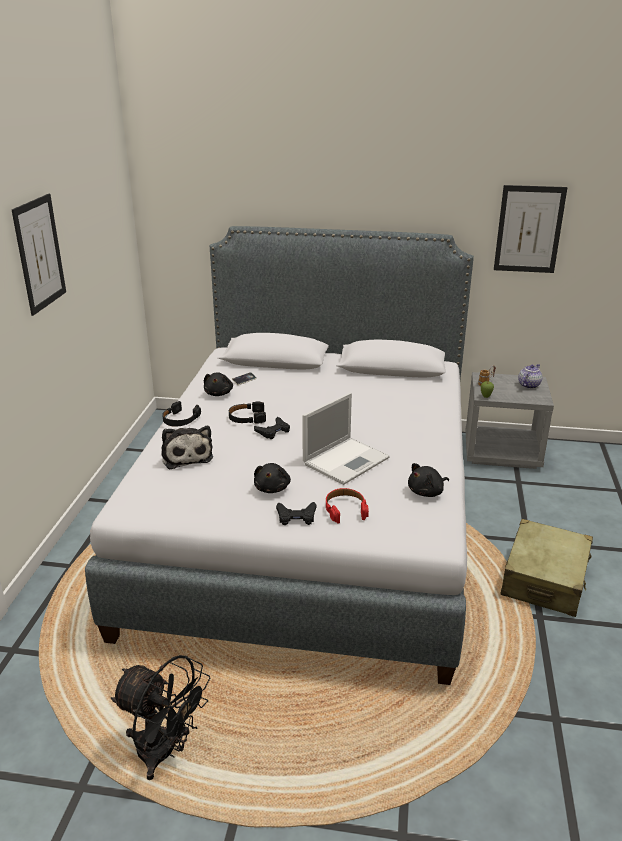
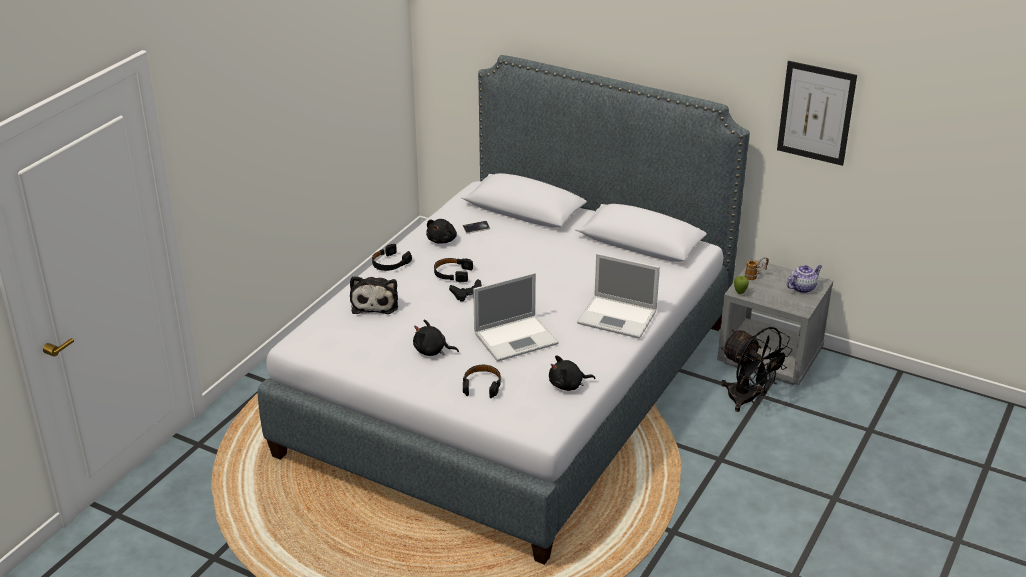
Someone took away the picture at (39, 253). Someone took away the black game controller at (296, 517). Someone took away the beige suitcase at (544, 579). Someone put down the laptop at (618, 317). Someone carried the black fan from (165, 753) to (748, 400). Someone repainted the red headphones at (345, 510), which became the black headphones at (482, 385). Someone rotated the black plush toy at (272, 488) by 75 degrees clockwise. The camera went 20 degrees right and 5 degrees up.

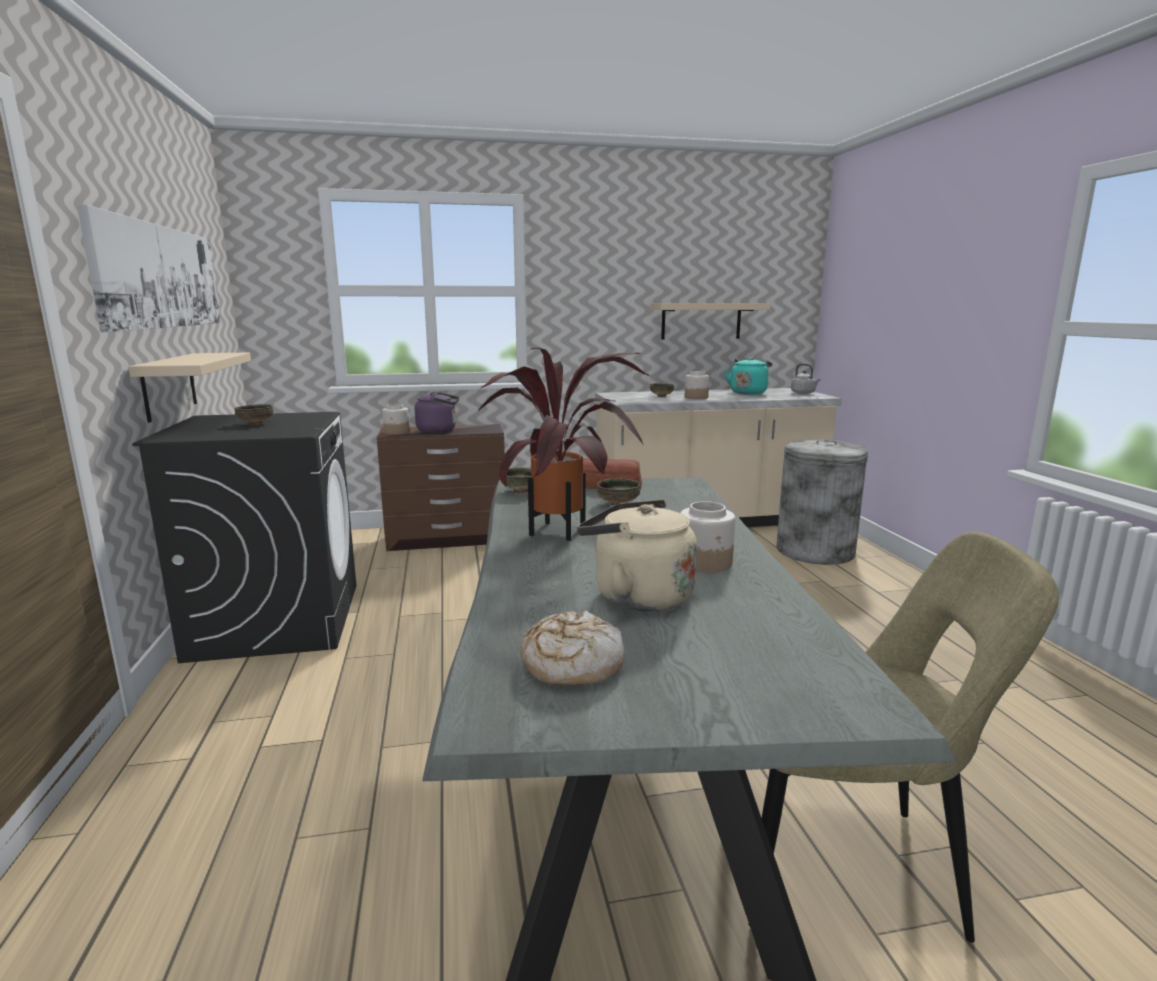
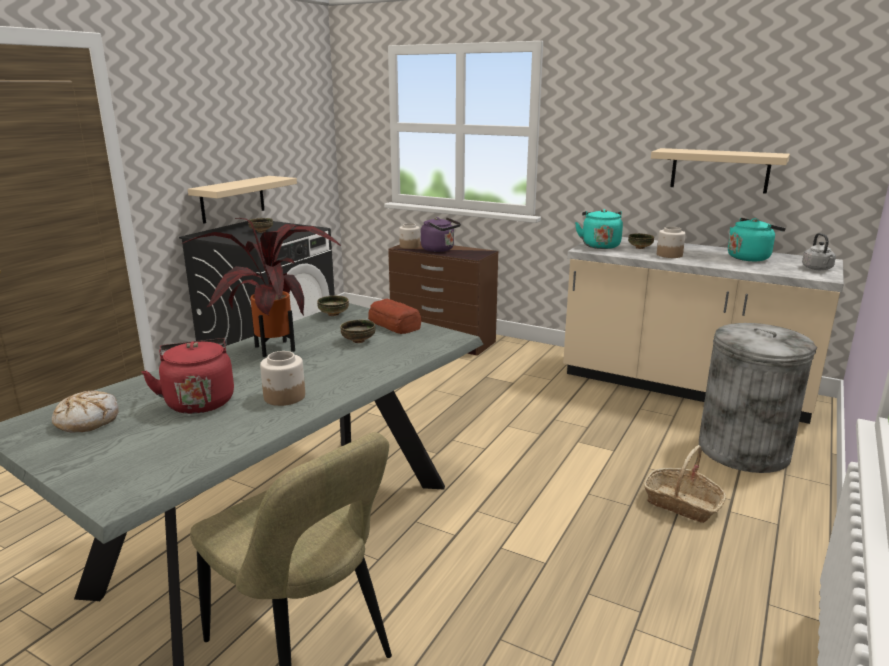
Someone took away the picture at (160, 276). Someone put down the turquoise kettle at (599, 245). Someone put down the basket at (682, 504). Someone repainted the beige kettle at (637, 596), which became the red kettle at (199, 401). The camera went 40 degrees right and 5 degrees up.

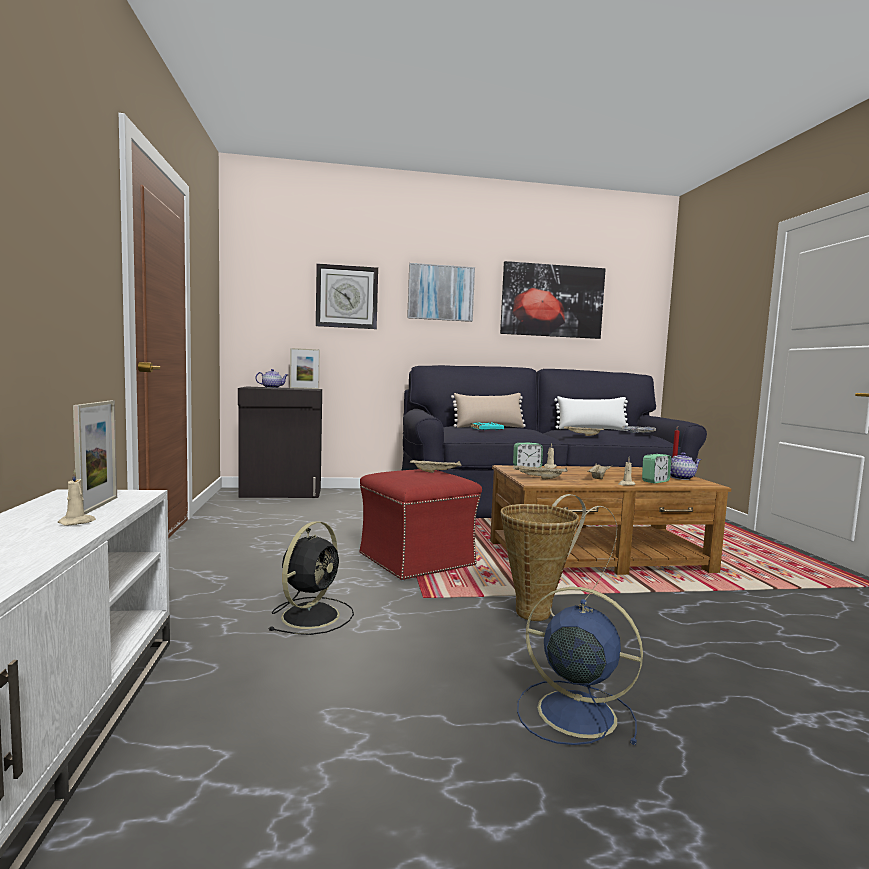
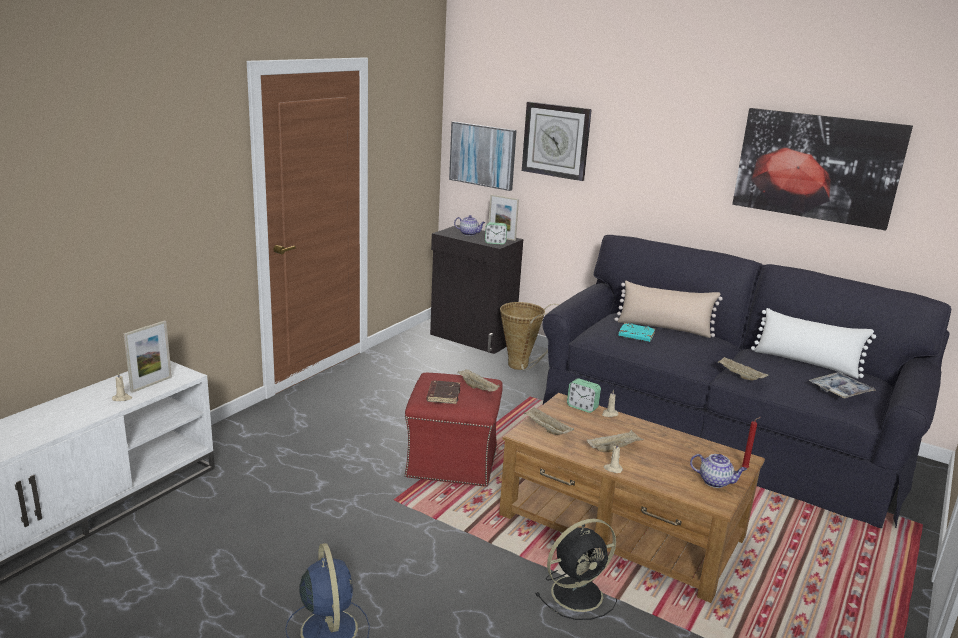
Someone put down the brown book at (443, 395). Someone carried the black fan from (312, 615) to (579, 593). Someone carried the picture from (440, 293) to (482, 155). Someone carried the basket from (541, 613) to (523, 367). Someone carried the alarm clock from (655, 481) to (495, 242). The camera went 40 degrees right and 15 degrees up.

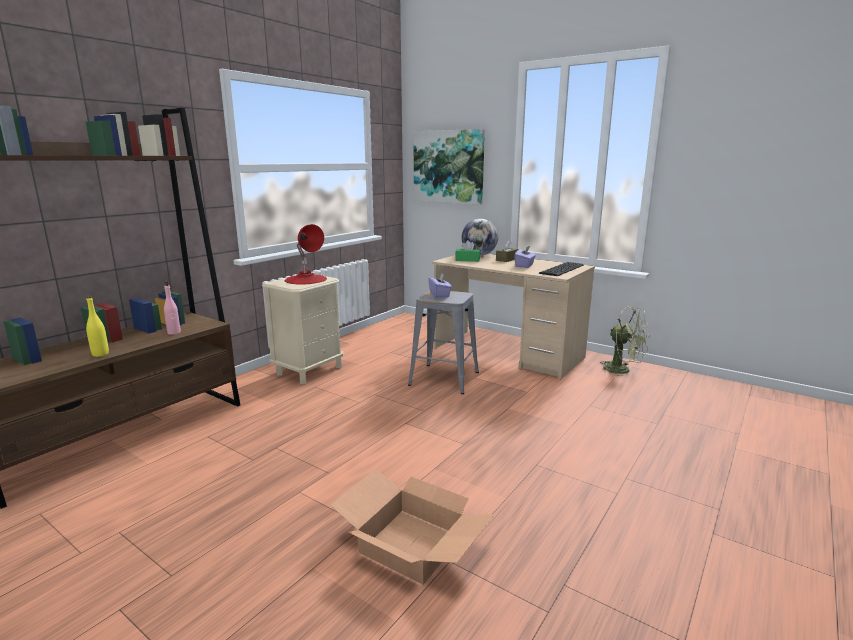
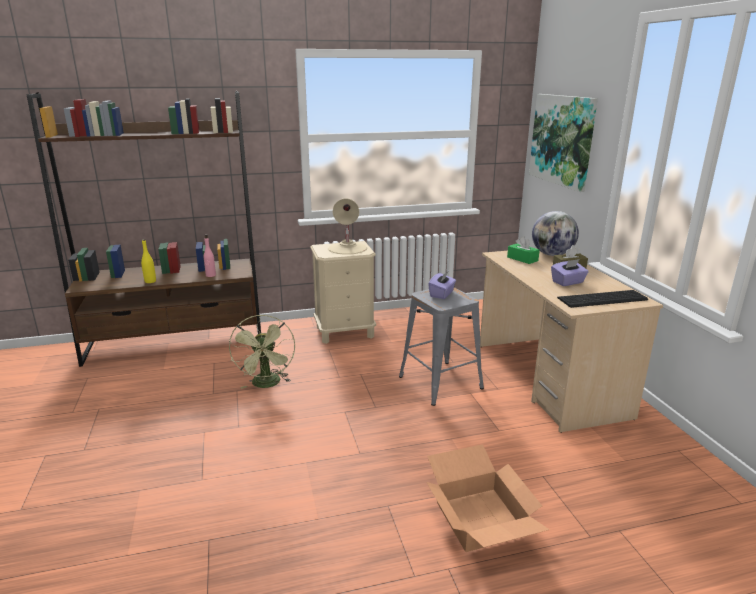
Someone carried the cardboard box from (413, 544) to (482, 519). Someone carried the green fan from (622, 370) to (267, 384). Someone repainted the red table lamp at (306, 279), which became the beige table lamp at (347, 248). The camera went 40 degrees right and 5 degrees up.

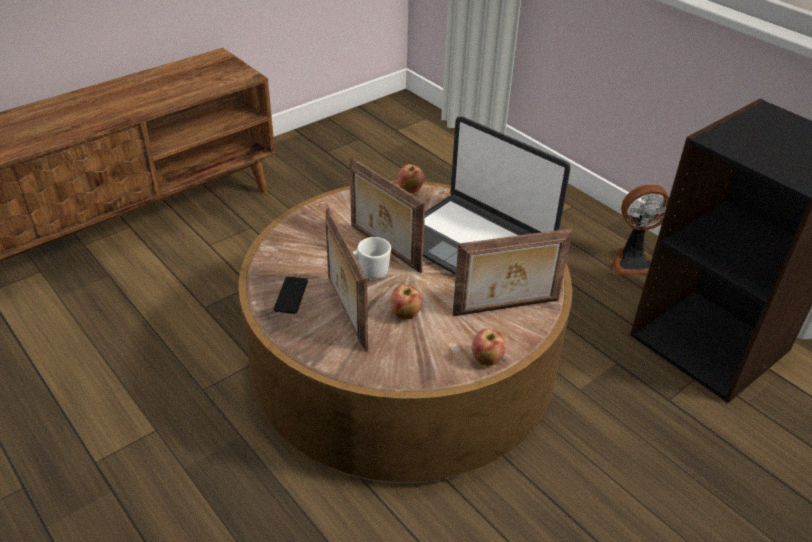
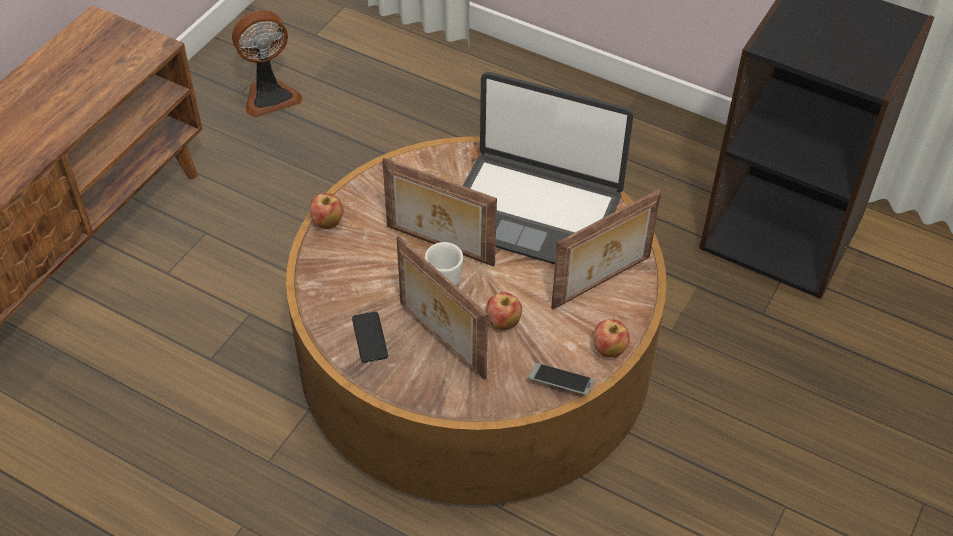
Someone put down the phone at (561, 383). Someone carried the apple from (410, 190) to (327, 223). Someone carried the fan from (633, 261) to (270, 96). The camera went 20 degrees left and 10 degrees up.

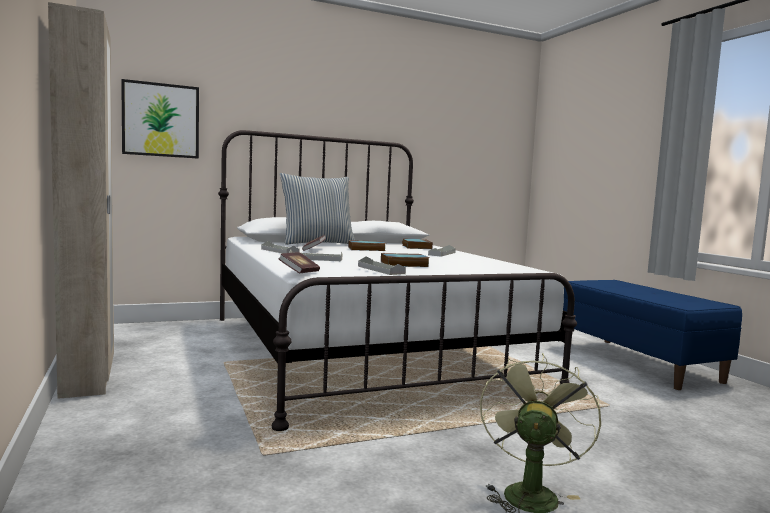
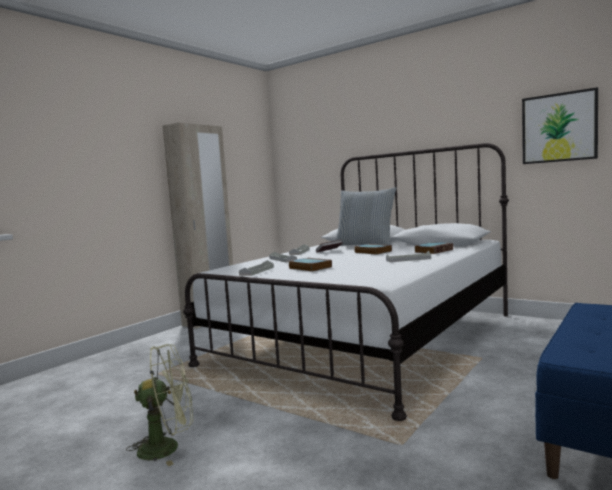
Someone took away the book at (299, 272). Someone carried the picture from (161, 120) to (559, 127). The camera went 60 degrees right and 0 degrees up.

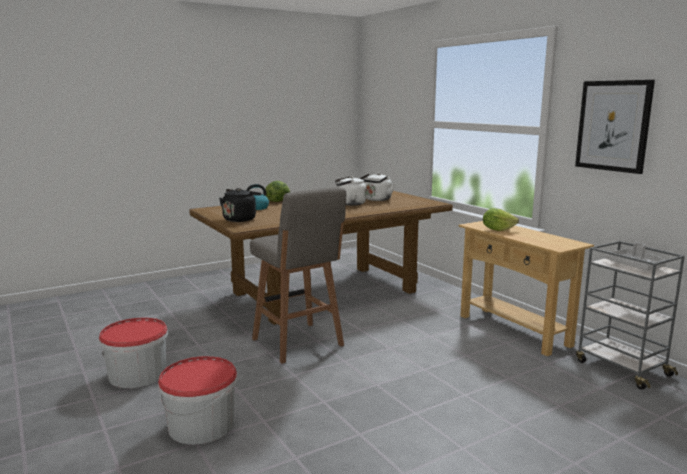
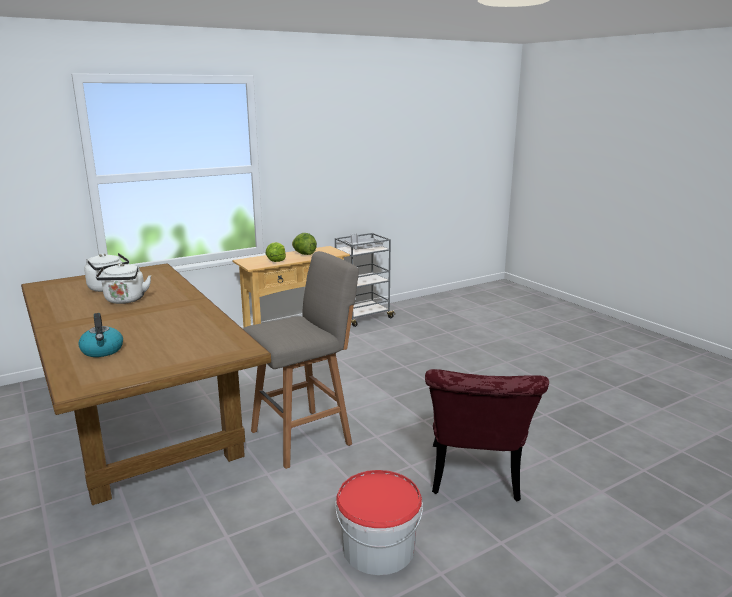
Someone took away the black kettle at (240, 219). Someone took away the picture at (613, 126). Someone carried the lettuce from (278, 201) to (304, 254). Someone swapped the bucket at (201, 424) for the red chair at (475, 479). The camera went 90 degrees left and 5 degrees up.

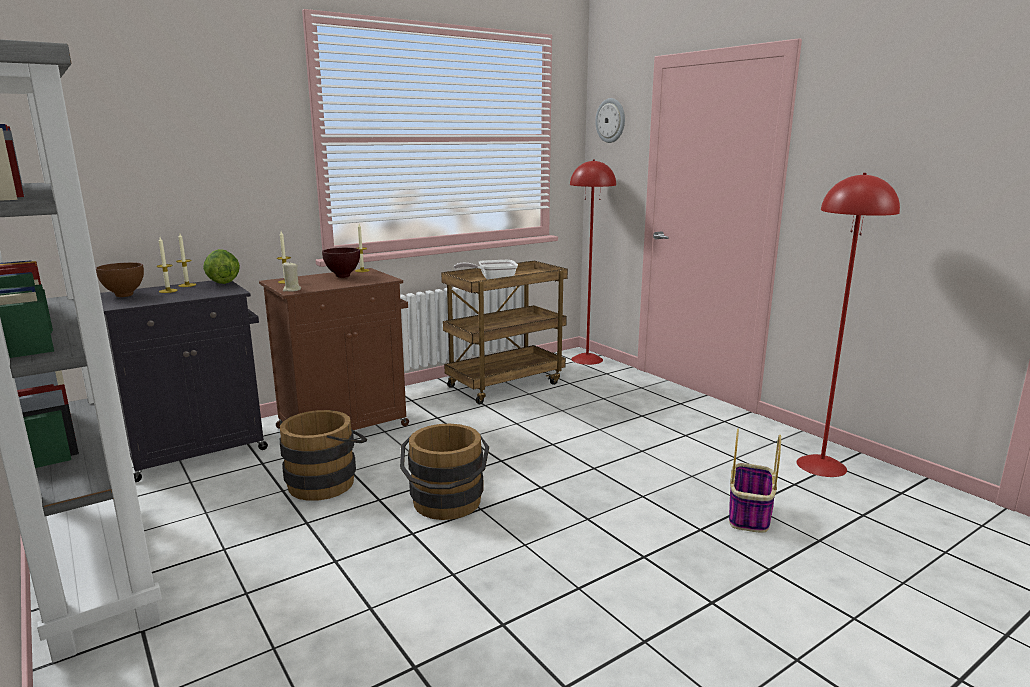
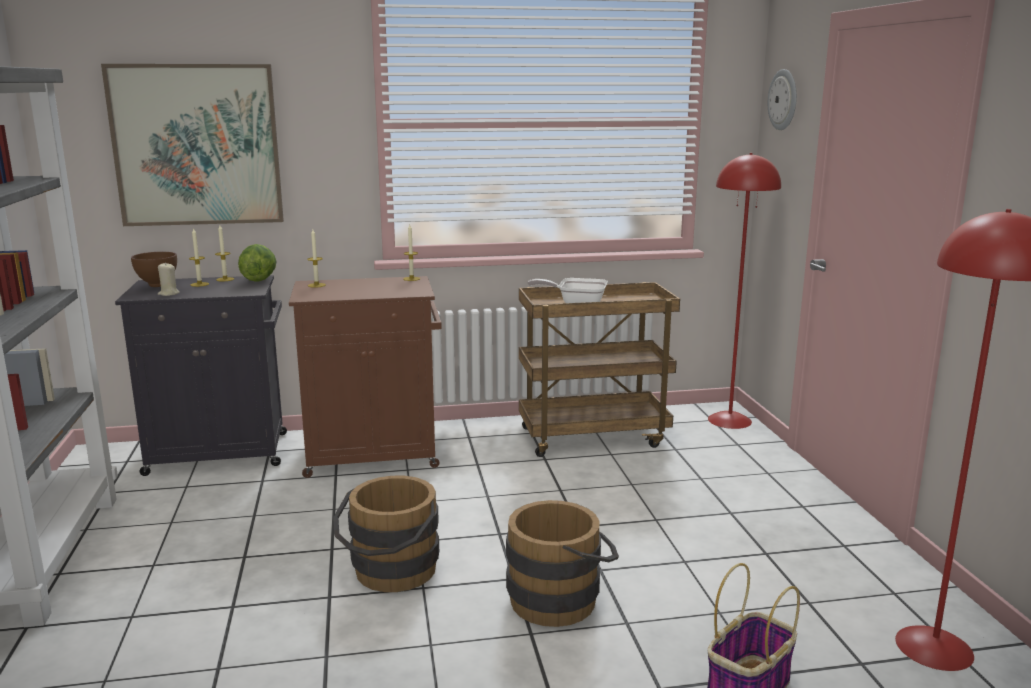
Someone took away the brown bowl at (342, 276). Someone put up the picture at (197, 145). Someone carried the brown bucket from (327, 481) to (561, 598). Someone carried the beige candle from (292, 290) to (168, 294). The camera went 25 degrees right and 0 degrees up.

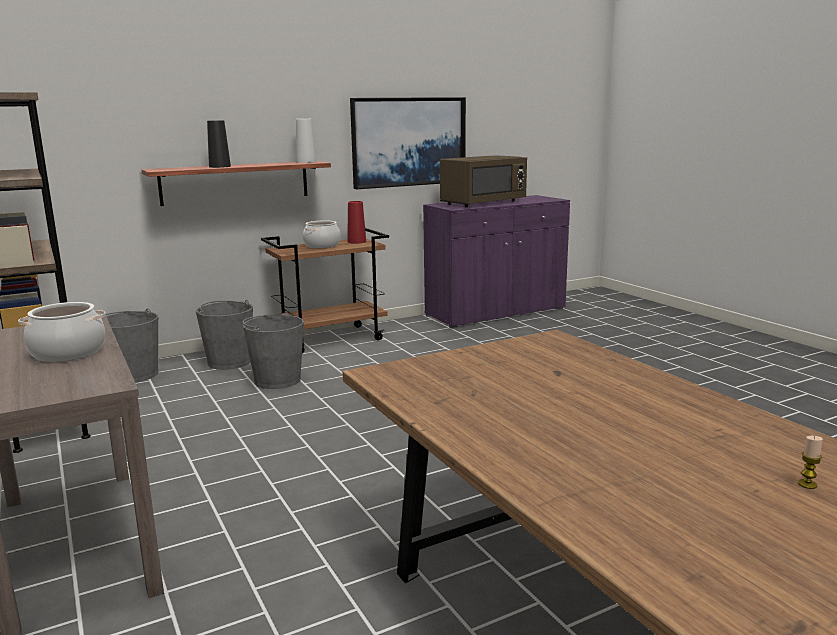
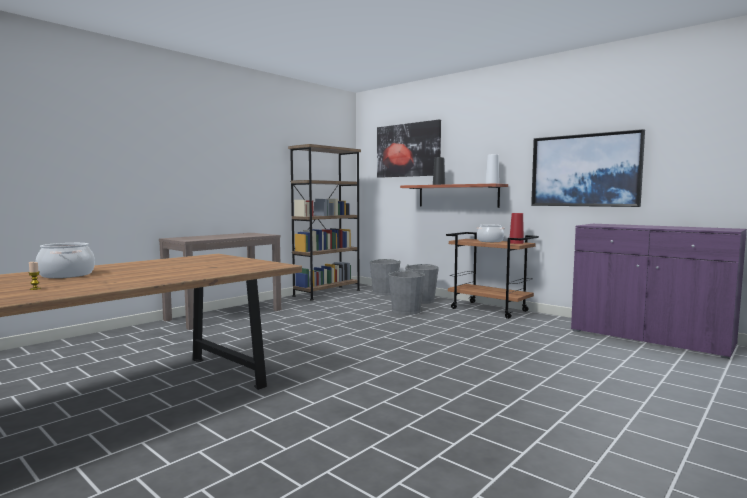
Someone took away the brown microwave at (483, 203). Someone put up the picture at (408, 150). Someone carried the cooking pot from (67, 352) to (66, 275). The camera went 70 degrees right and 10 degrees down.

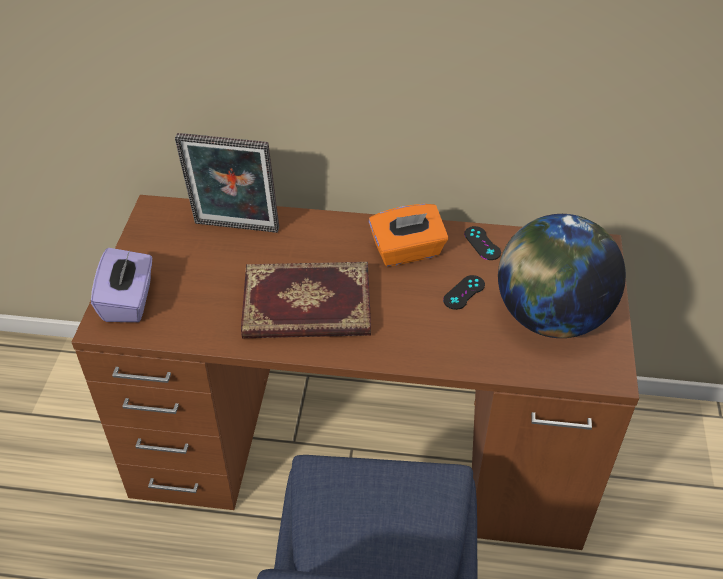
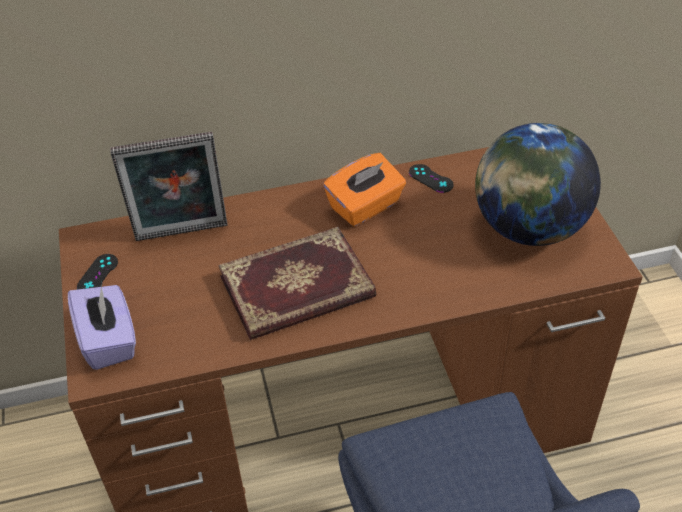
Someone carried the black game controller from (464, 292) to (98, 274). The camera went 20 degrees left and 0 degrees up.

